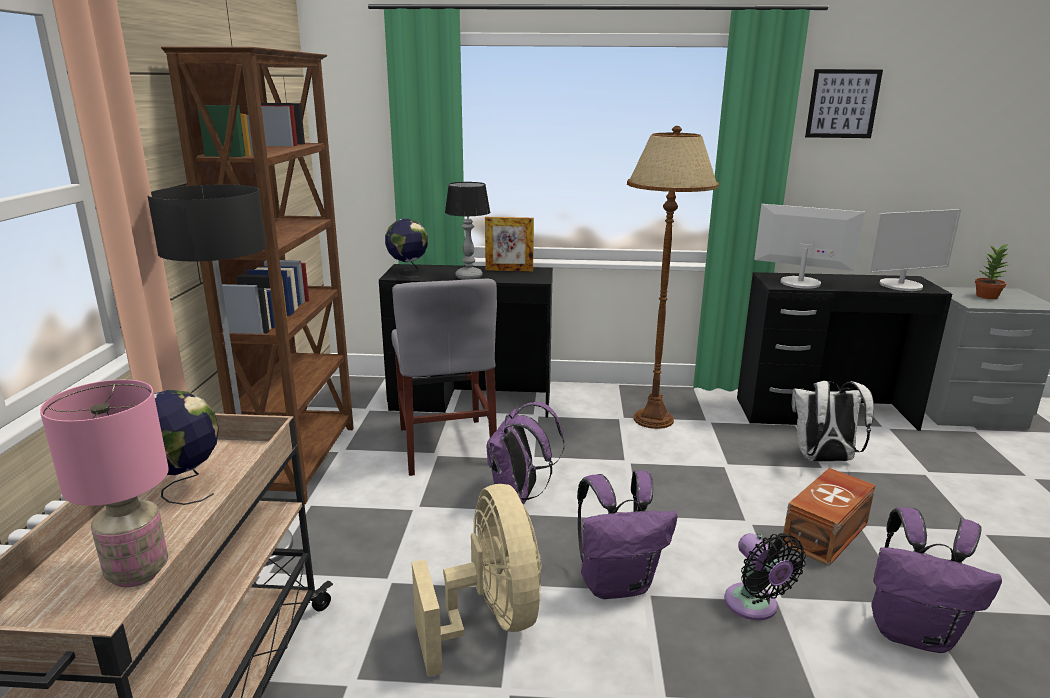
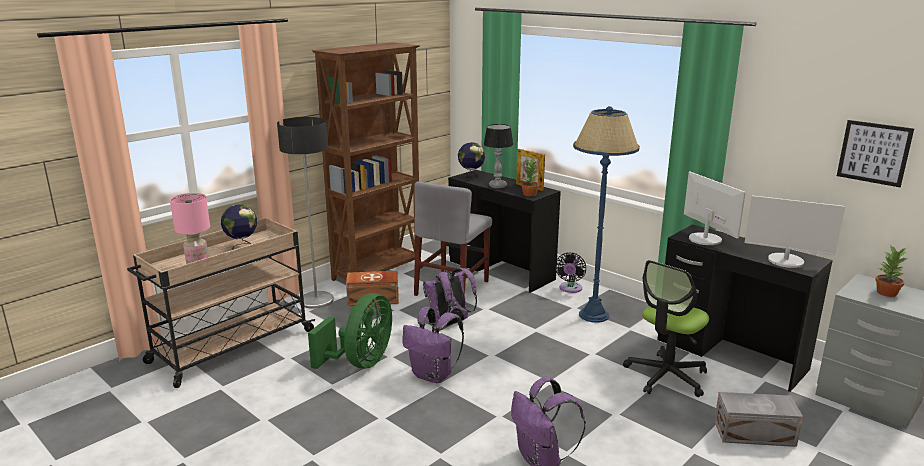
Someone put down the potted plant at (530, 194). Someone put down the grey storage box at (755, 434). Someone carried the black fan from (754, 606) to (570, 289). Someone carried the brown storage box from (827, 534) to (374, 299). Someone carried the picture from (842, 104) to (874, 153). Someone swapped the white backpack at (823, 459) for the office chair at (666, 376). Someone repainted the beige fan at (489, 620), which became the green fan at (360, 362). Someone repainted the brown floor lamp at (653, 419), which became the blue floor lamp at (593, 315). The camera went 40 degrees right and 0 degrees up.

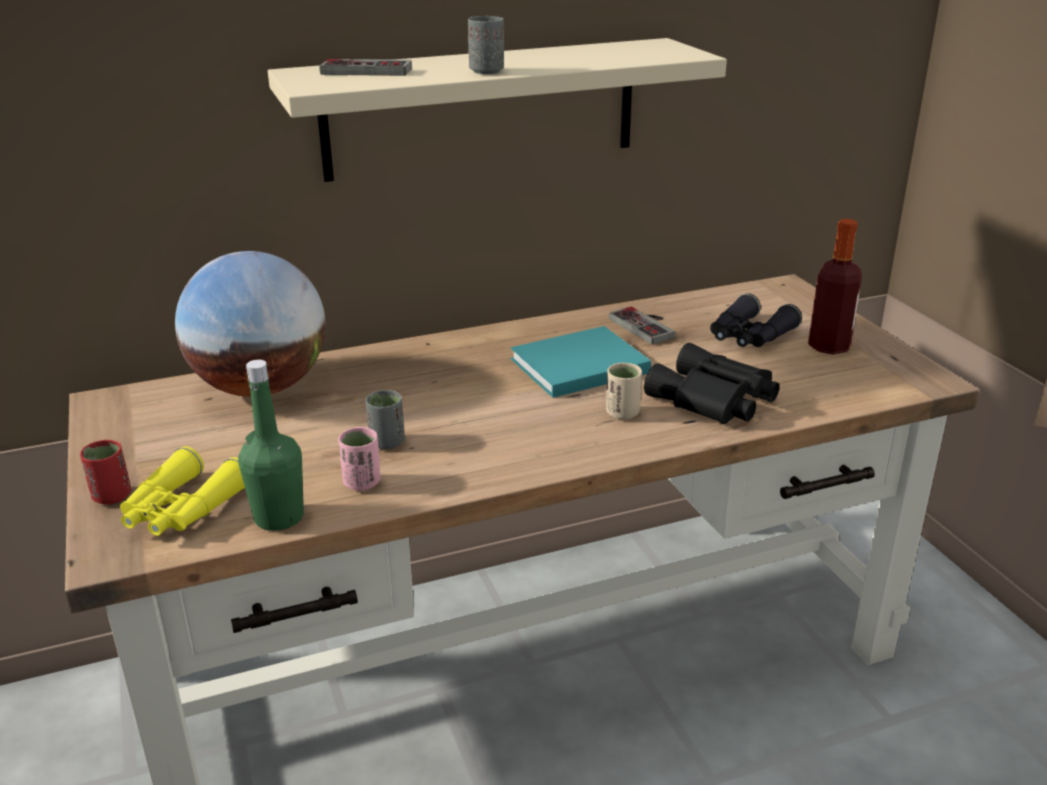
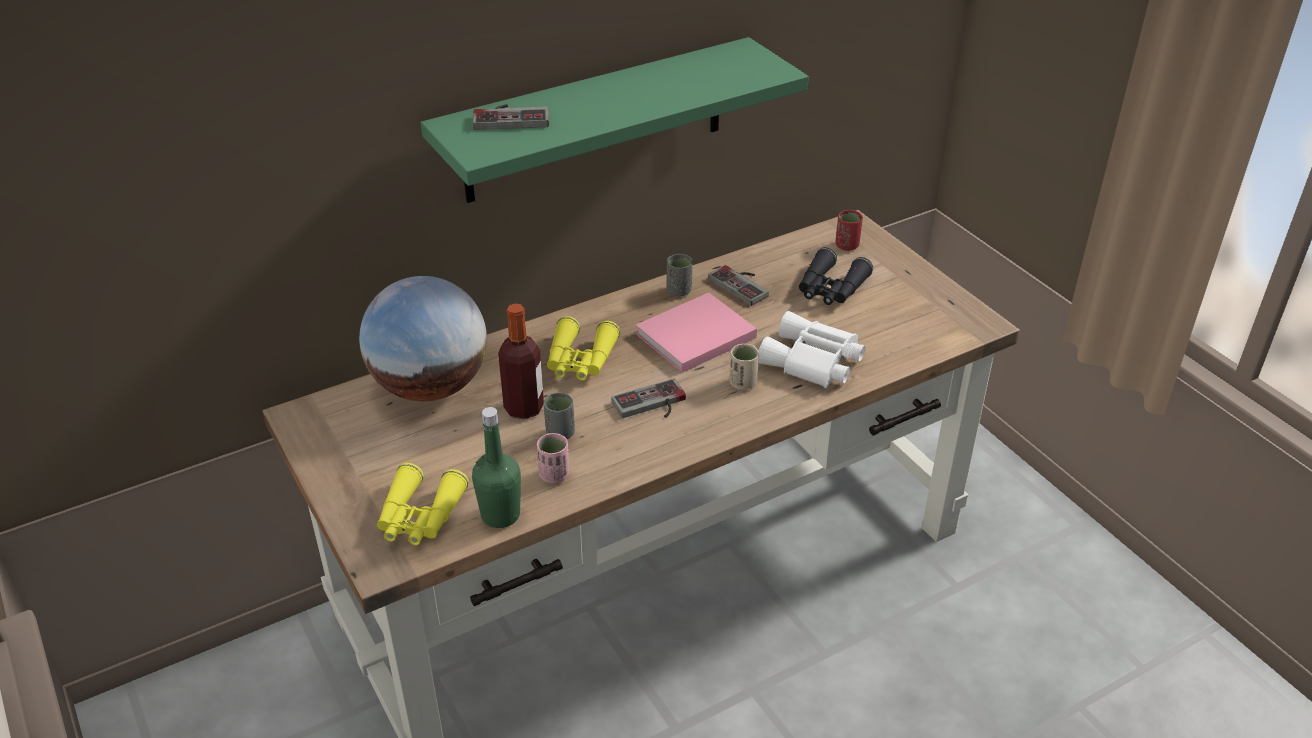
Someone put down the yellow binoculars at (580, 361). Someone put down the game controller at (652, 405). Someone carried the red cup from (112, 496) to (847, 245). Someone carried the grey cup from (486, 71) to (679, 291). Someone carried the bottle from (829, 346) to (524, 408). Someone repainted the beige shelf at (481, 109), which became the green shelf at (595, 121). Someone repainted the turquoise book at (576, 366), which became the pink book at (693, 337). Someone repainted the black binoculars at (713, 400), which became the white binoculars at (812, 362). The camera went 10 degrees left and 10 degrees up.

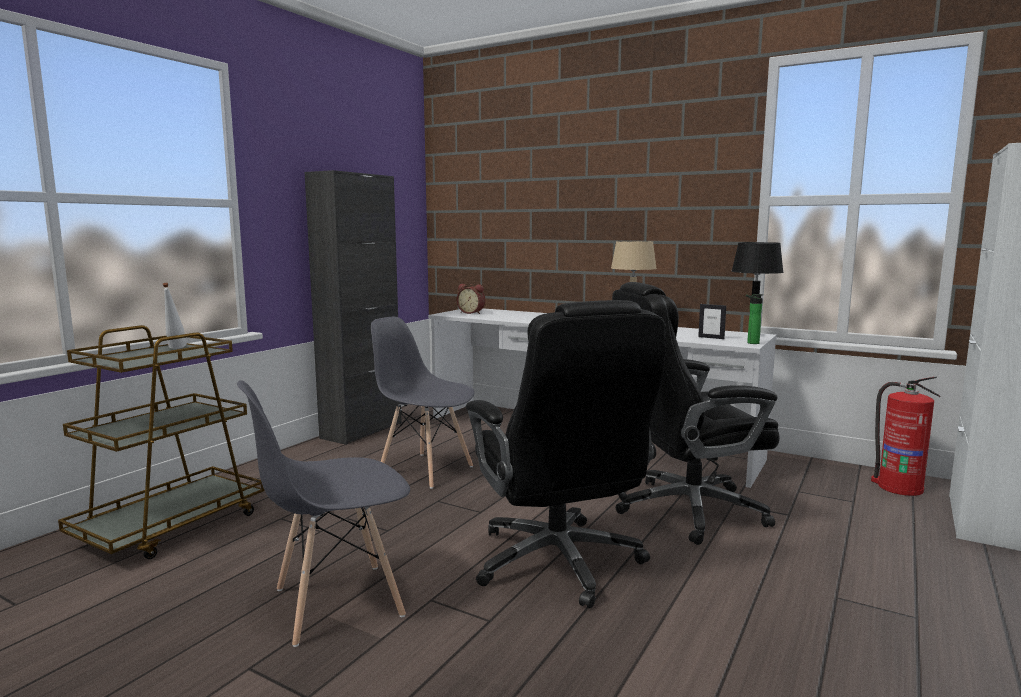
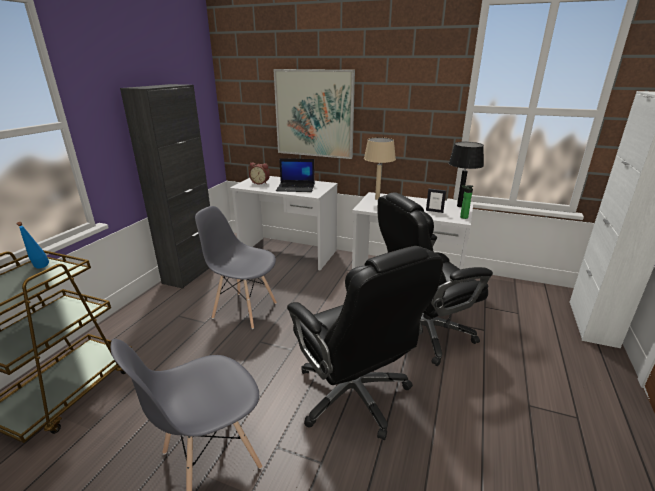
Someone took away the fire extinguisher at (898, 487). Someone put up the picture at (314, 114). Someone put down the laptop at (296, 188). Someone repainted the white bottle at (175, 349), which became the blue bottle at (40, 269). The camera went 10 degrees left and 15 degrees up.

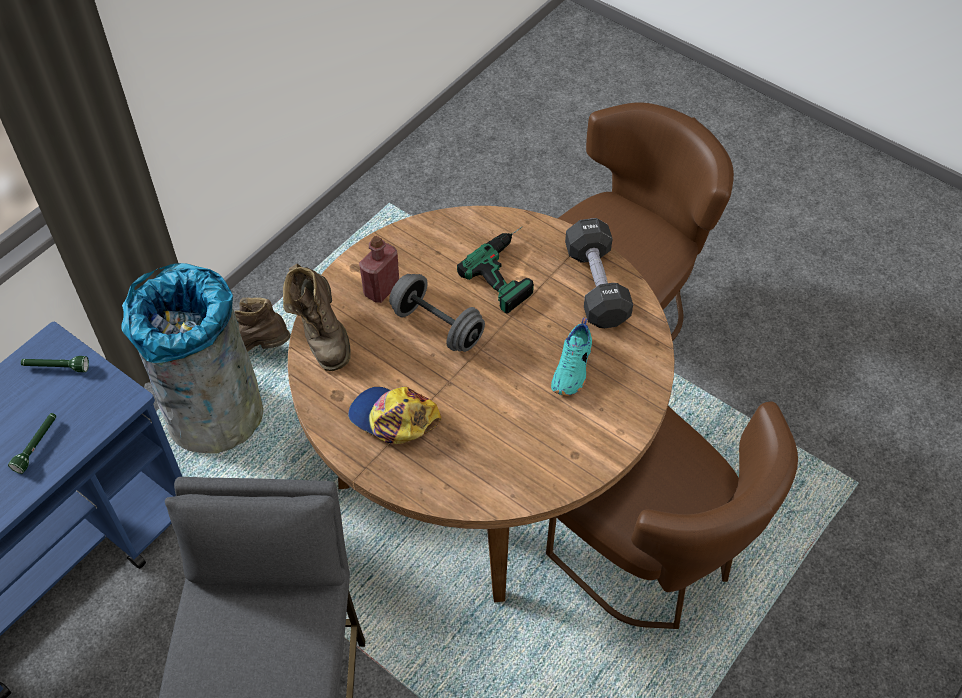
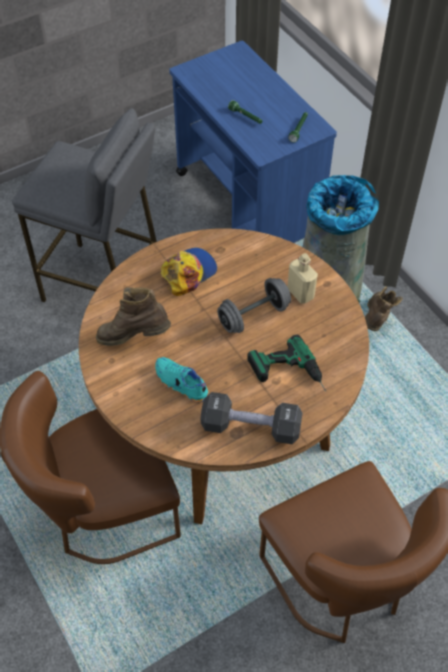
Someone carried the brown boot from (322, 335) to (134, 337). Someone repainted the red bottle at (381, 289), which became the beige bottle at (300, 293). The camera went 110 degrees right and 0 degrees up.

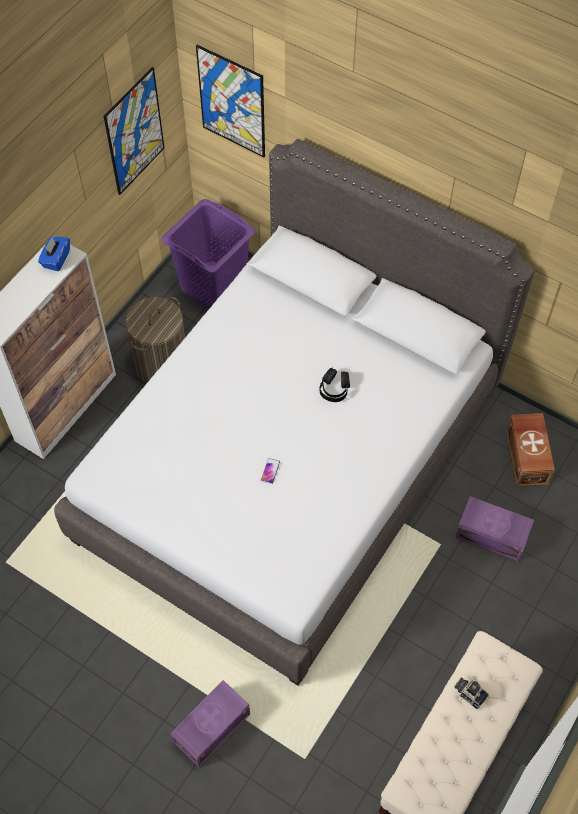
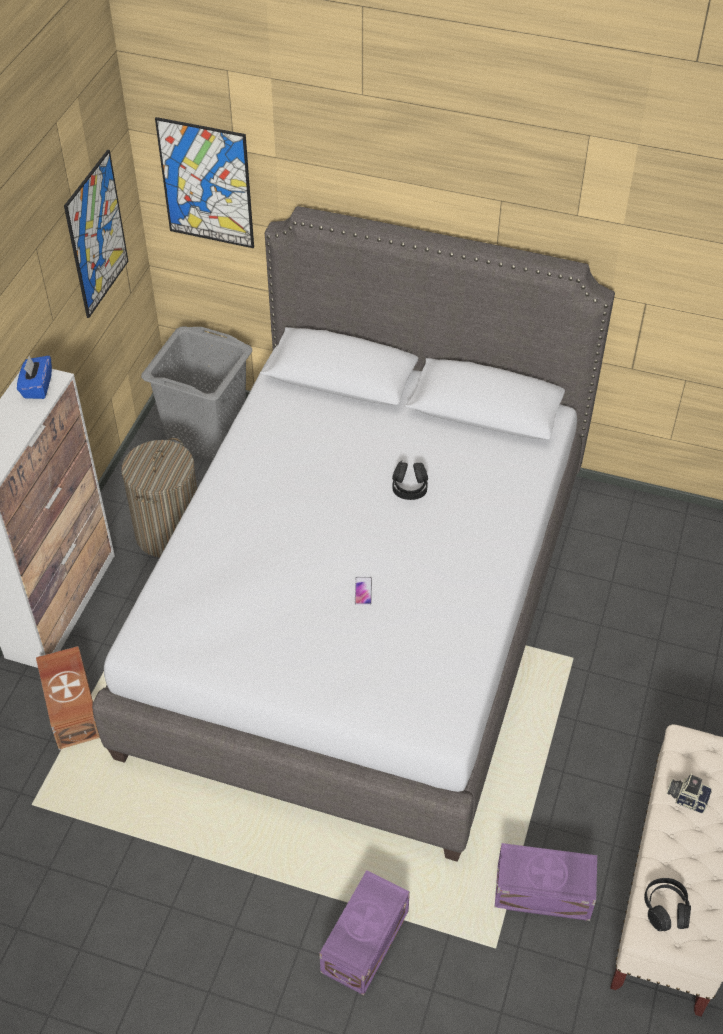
Someone put down the black headphones at (666, 909). Someone carried the purple storage box from (492, 537) to (544, 893). Someone carried the brown storage box from (527, 456) to (73, 707). Someone repainted the purple laundry basket at (214, 286), which became the grey laundry basket at (207, 436). The camera went 15 degrees left and 10 degrees down.

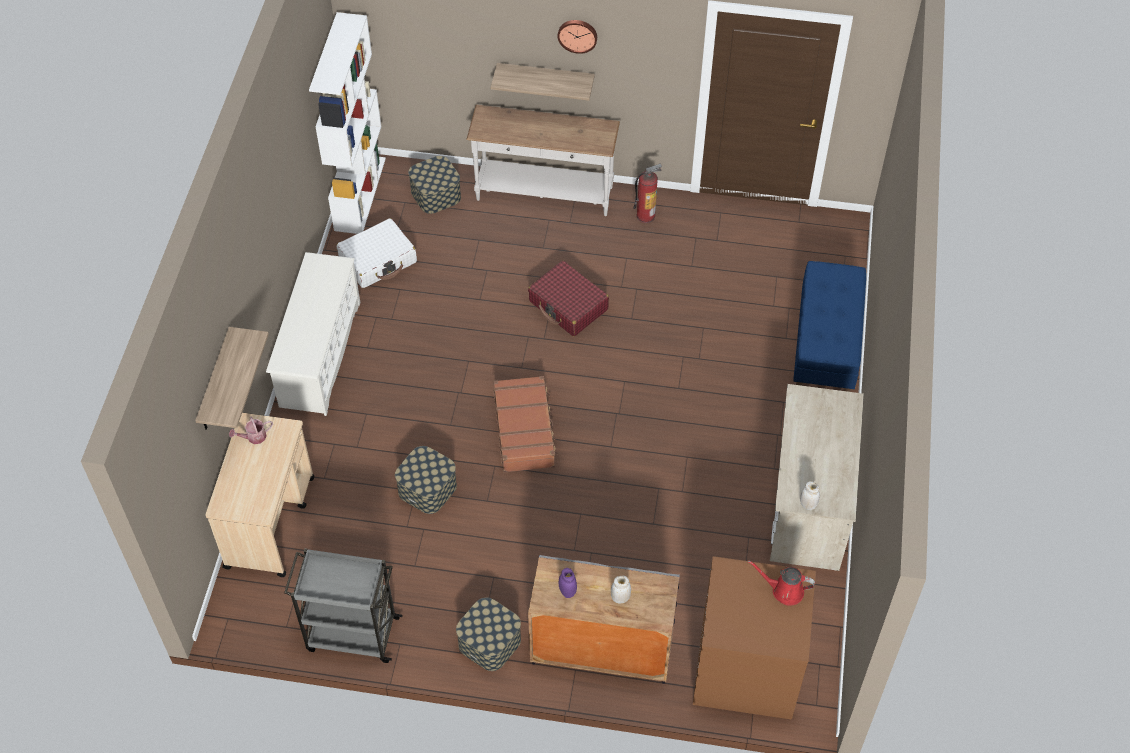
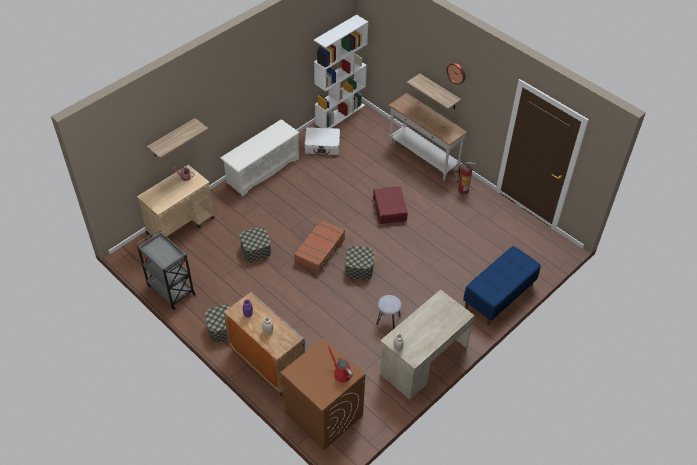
Someone put down the grey stool at (388, 320). Someone carried the storage box from (436, 194) to (359, 268). The camera went 35 degrees right and 5 degrees down.

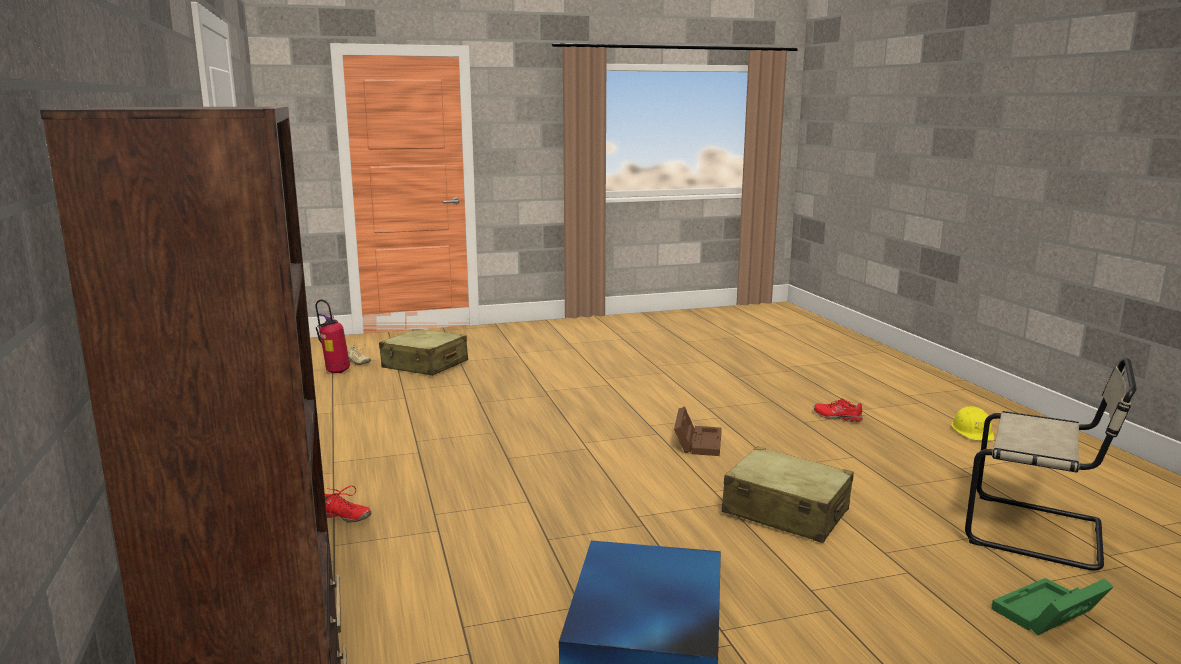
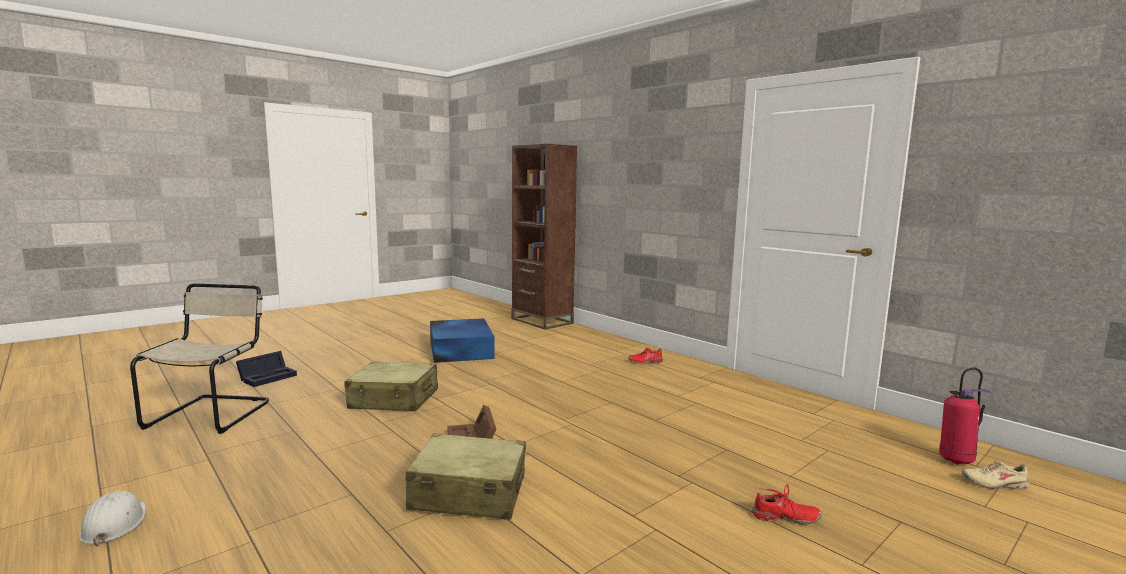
Someone carried the beige suitcase from (425, 365) to (468, 493). Someone carried the red shoe from (837, 417) to (785, 518). Someone repainted the yellow hard hat at (973, 431), which became the white hard hat at (114, 524). Someone repainted the green storage box at (1047, 615), which became the black storage box at (268, 377). Someone rotated the beige chair at (1040, 533) by 90 degrees clockwise. The camera went 155 degrees right and 5 degrees down.

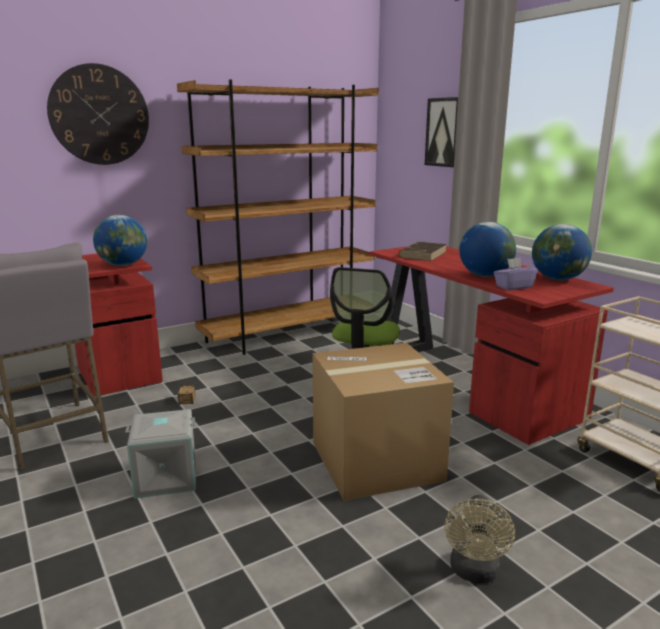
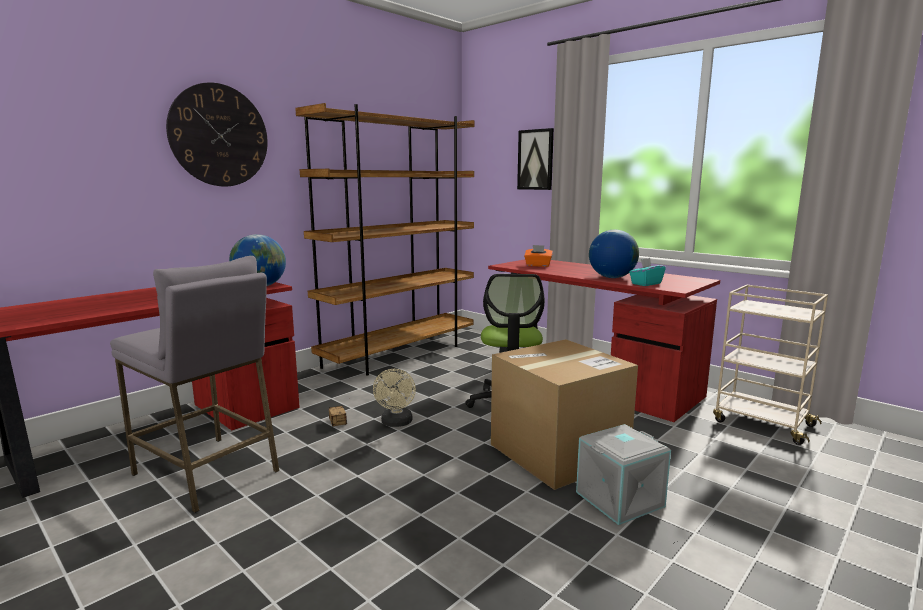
Someone took away the globe at (558, 279). Someone carried the grey storage box from (165, 478) to (620, 500). Someone carried the beige fan from (474, 573) to (396, 423). Someone swapped the brown book at (423, 254) for the orange tissue box at (538, 265). Someone repainted the purple tissue box at (513, 287), which became the turquoise tissue box at (646, 283). The camera went 15 degrees left and 5 degrees down.

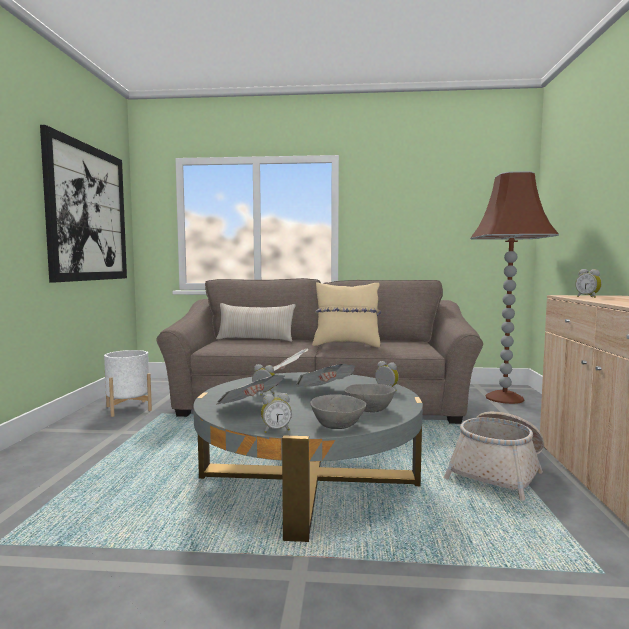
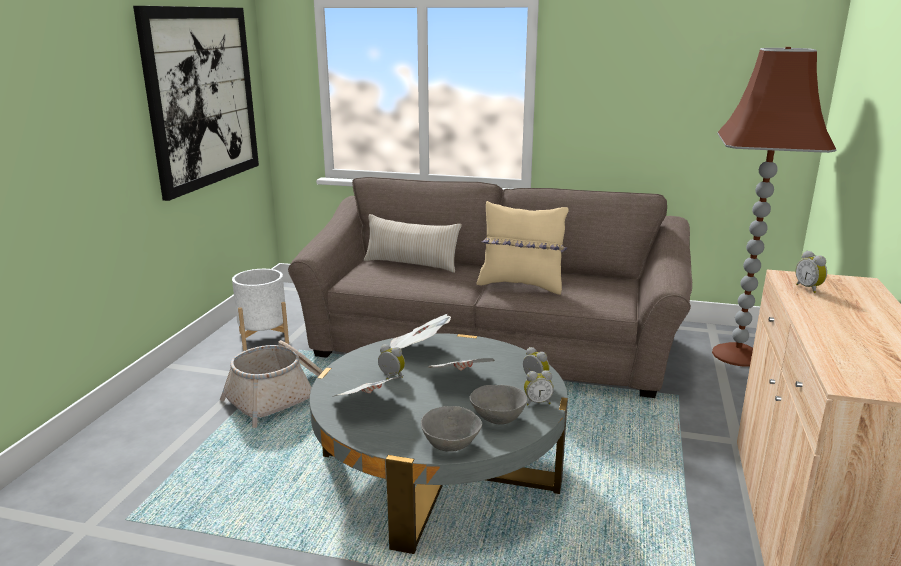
Someone carried the alarm clock from (276, 430) to (537, 402). Someone carried the basket from (498, 471) to (281, 397). The camera went 10 degrees right and 15 degrees up.

